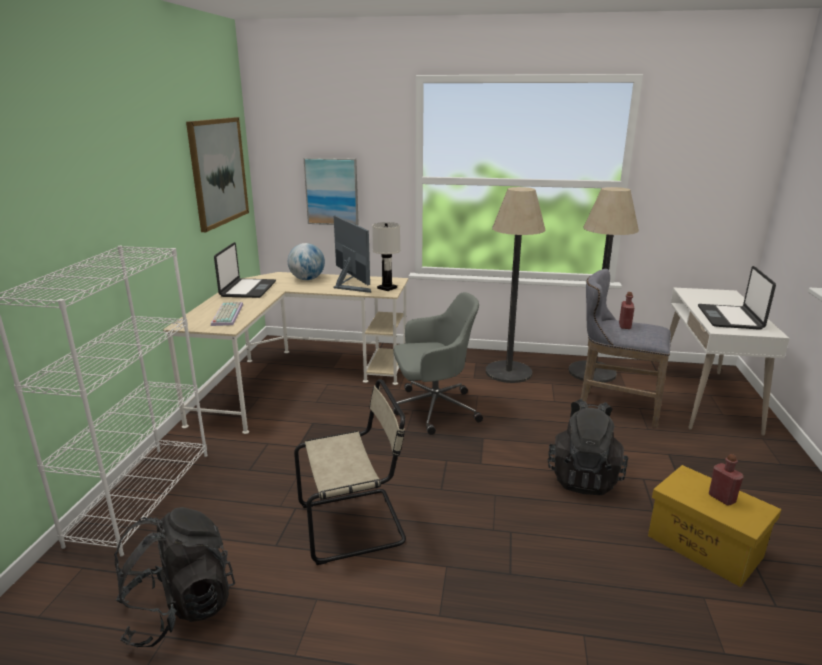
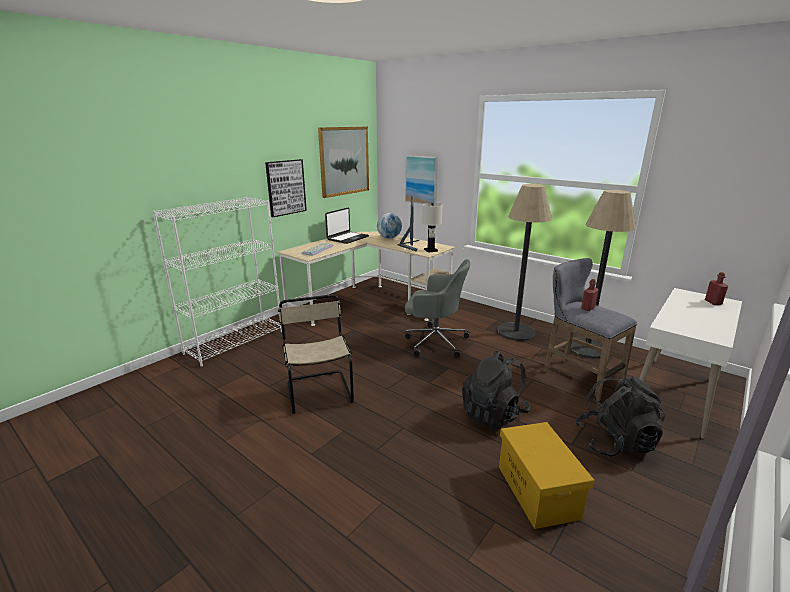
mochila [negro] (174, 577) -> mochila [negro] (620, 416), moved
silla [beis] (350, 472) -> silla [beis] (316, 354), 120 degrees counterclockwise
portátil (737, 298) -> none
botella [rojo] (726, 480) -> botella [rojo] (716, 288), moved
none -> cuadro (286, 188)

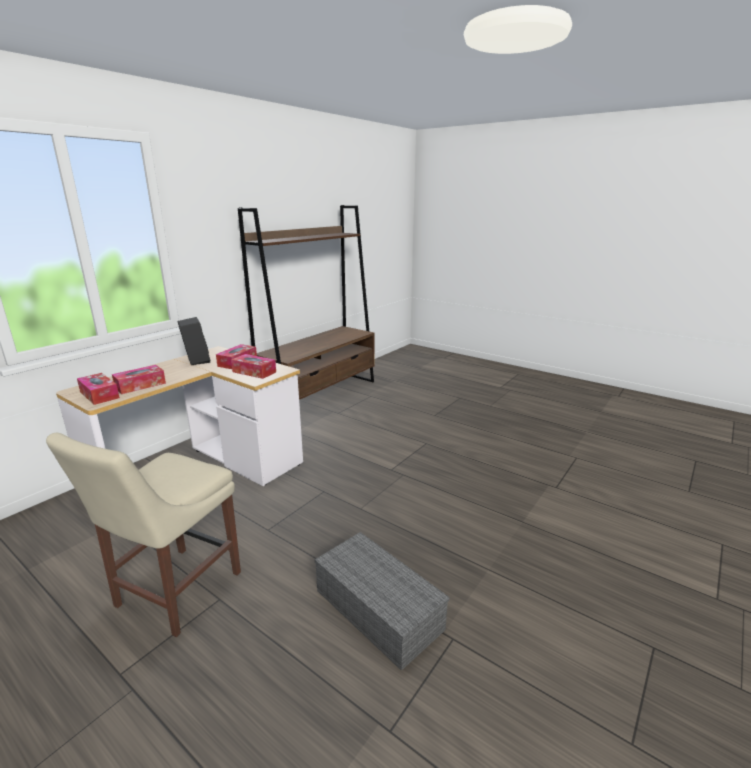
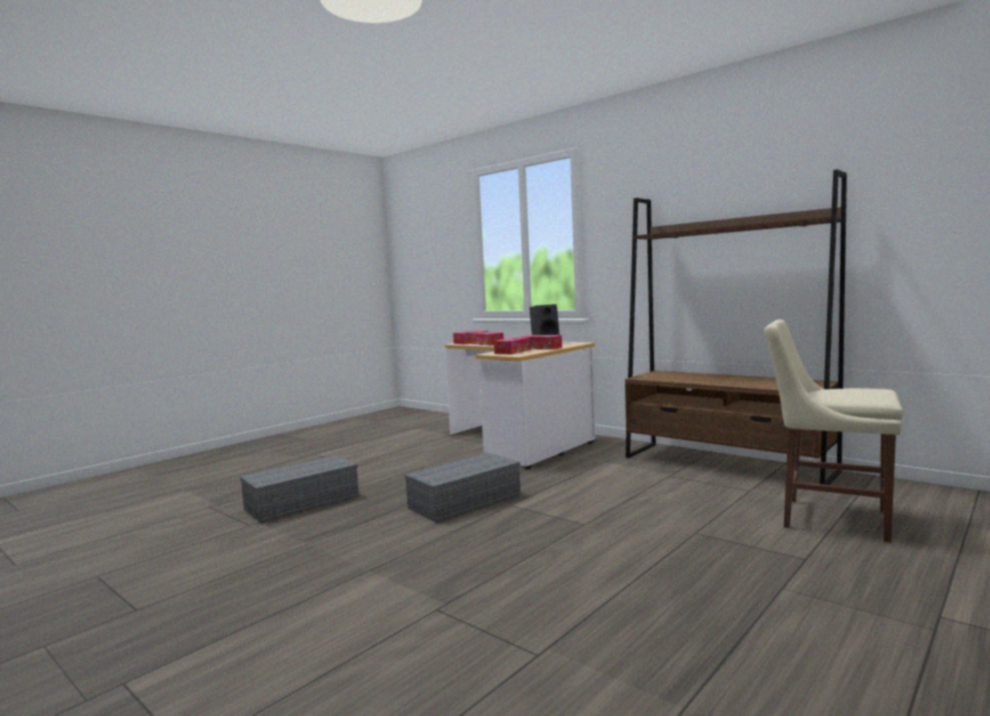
silla [beis] (143, 535) -> silla [beis] (833, 430), moved
none -> caja de almacenaje [gris] (463, 488)

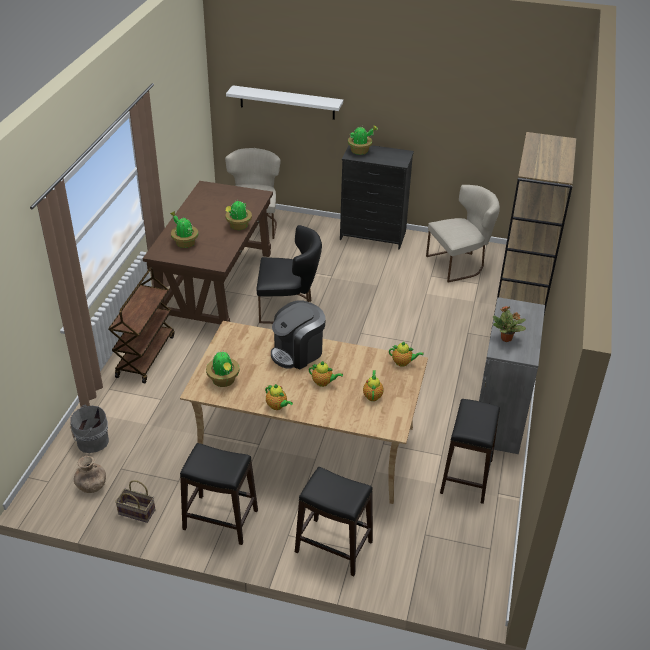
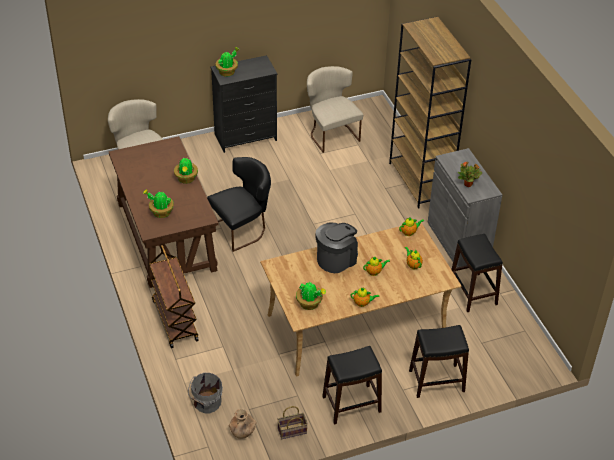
estante [blanco] (284, 102) -> none
cafetera (298, 334) -> cafetera (336, 248), 150 degrees counterclockwise
silla [beis] (463, 234) -> silla [beis] (335, 109), 60 degrees counterclockwise

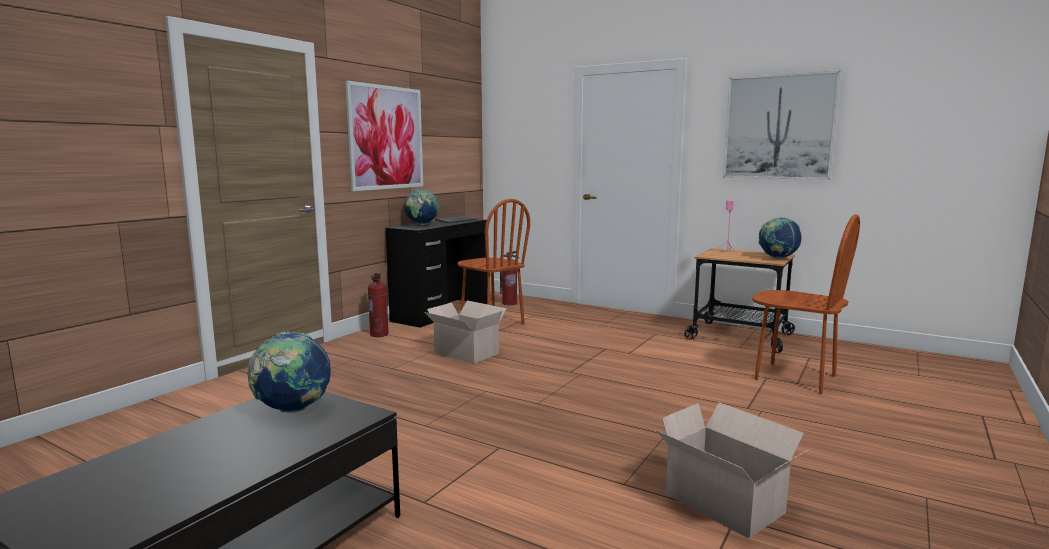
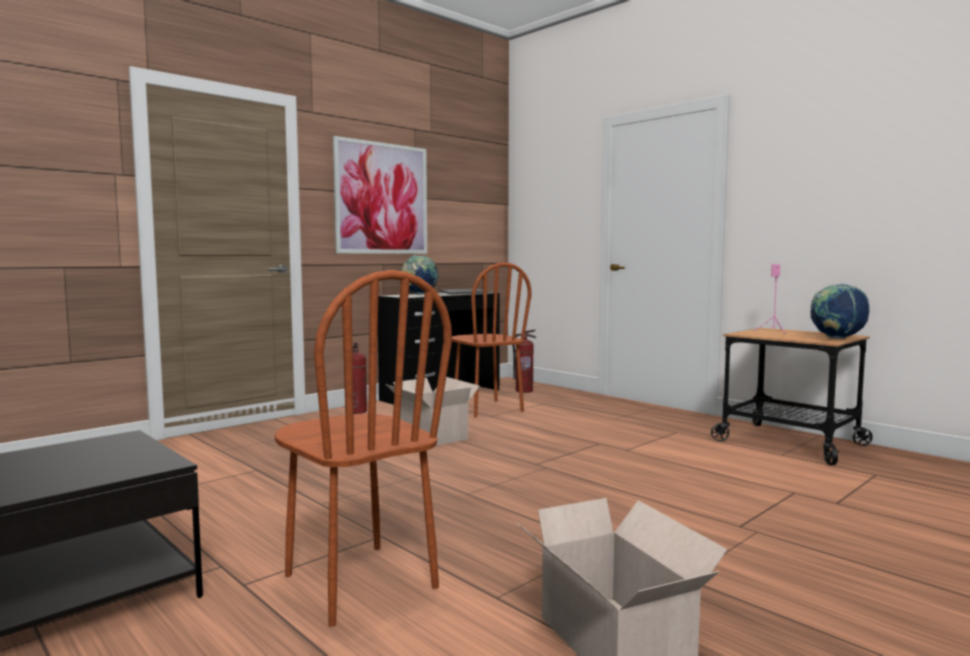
globo terráqueo (289, 372) -> none
cuadro (782, 125) -> none
silla [marrón] (806, 304) -> silla [marrón] (363, 448), moved

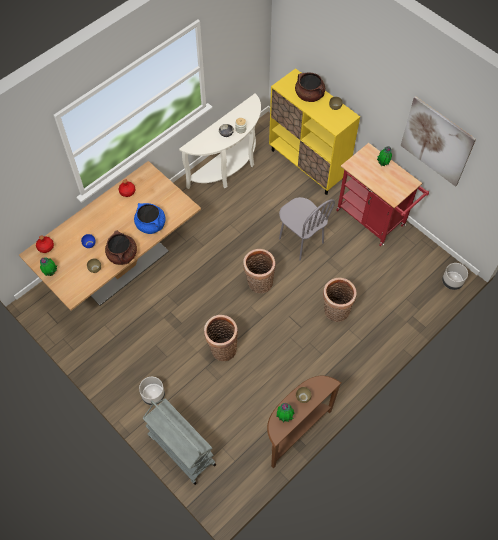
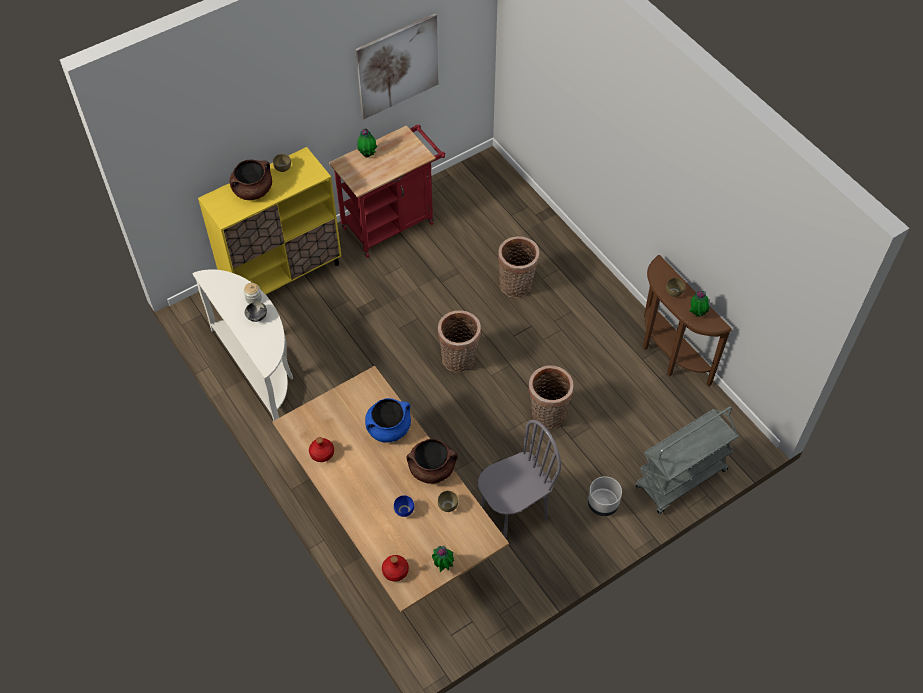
silla [gris] (307, 229) -> silla [gris] (519, 479), moved
maceta [gris] (455, 276) -> none

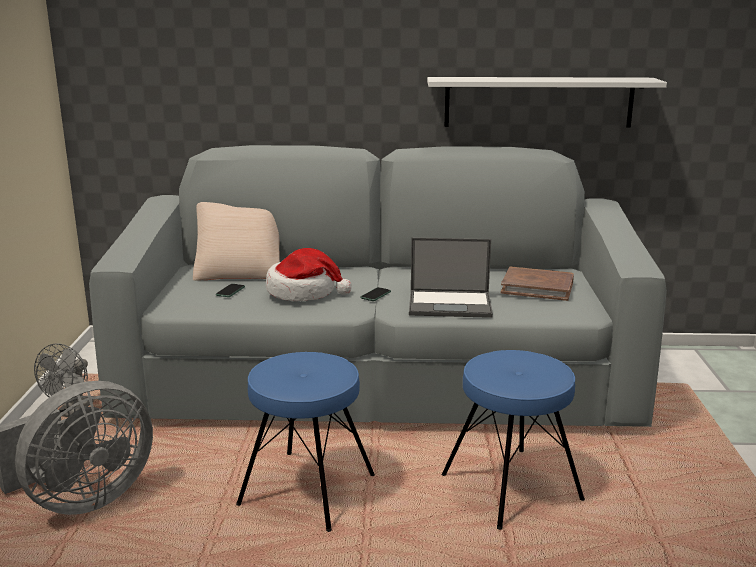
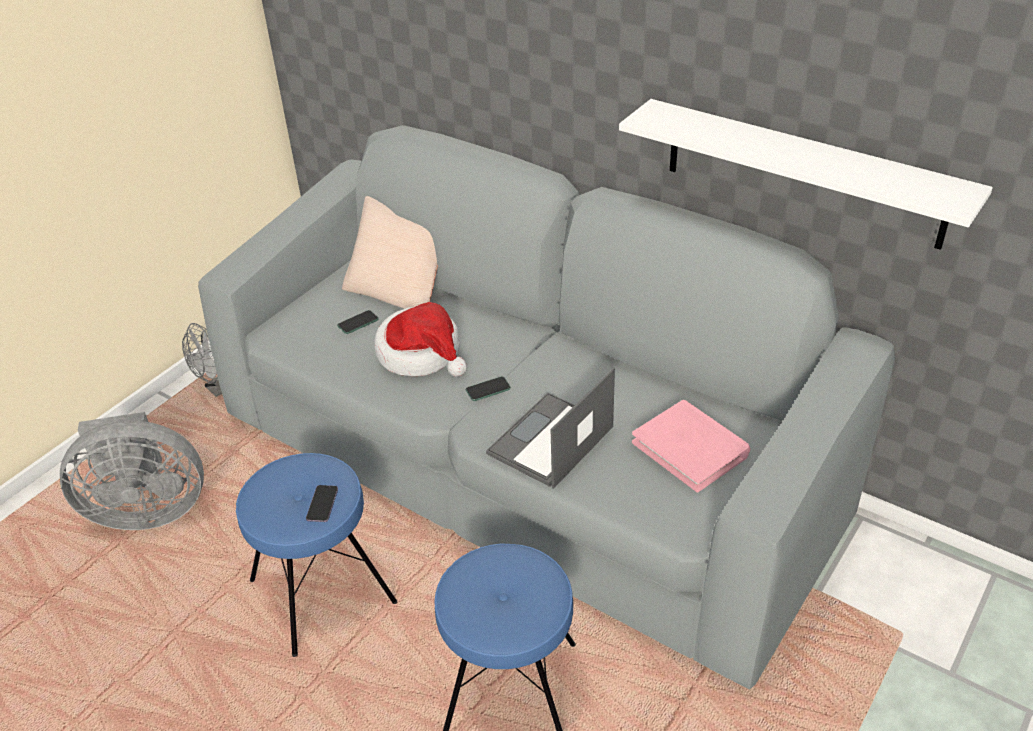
portátil (451, 278) -> portátil (550, 428), 90 degrees clockwise
libro [marrón] (537, 284) -> libro [rosa] (691, 446)
none -> móvil (322, 503)

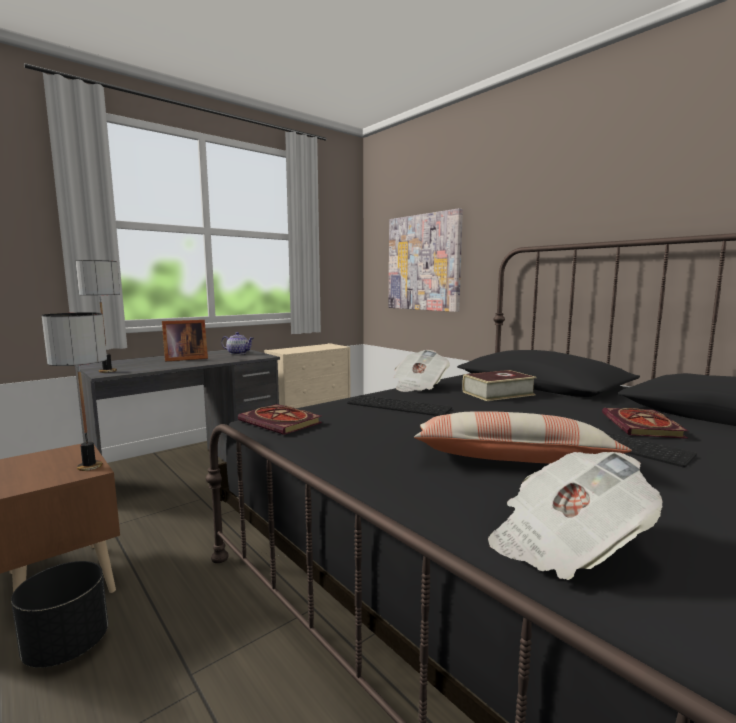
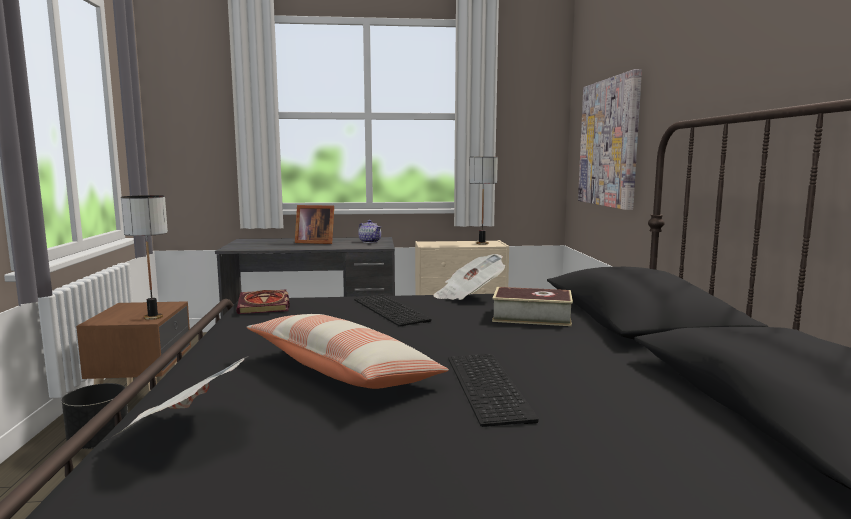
lámpara de mesa (97, 316) -> lámpara de mesa (483, 201), moved
libro (645, 423) -> none

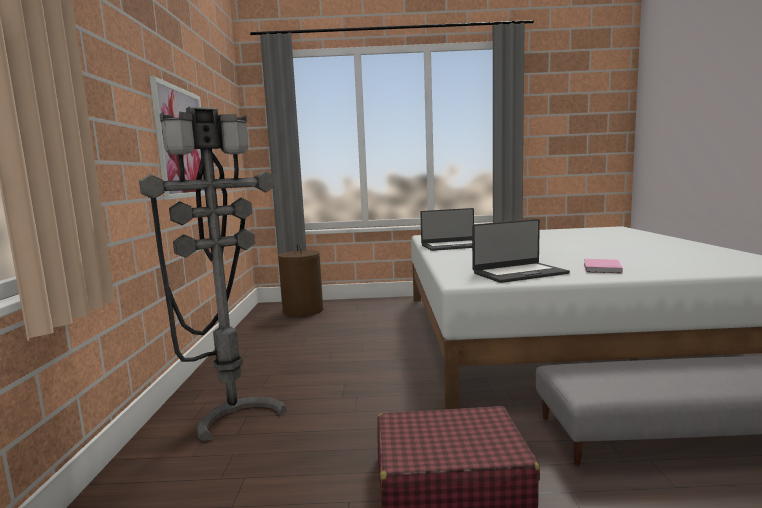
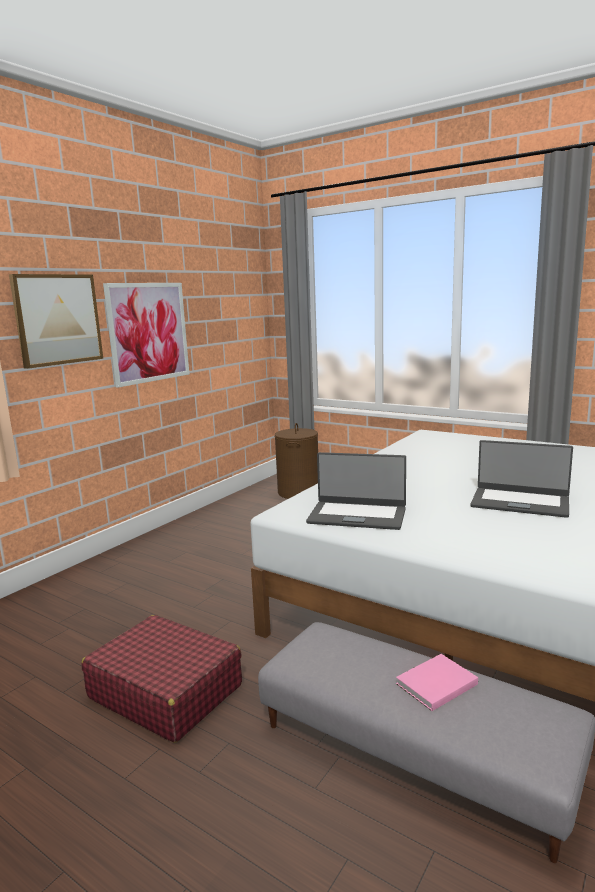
lámpara de pie [gris] (212, 274) -> none
portátil (447, 229) -> portátil (522, 479), moved
libro [rosa] (603, 266) -> libro [rosa] (437, 682), moved
none -> cuadro (56, 321)

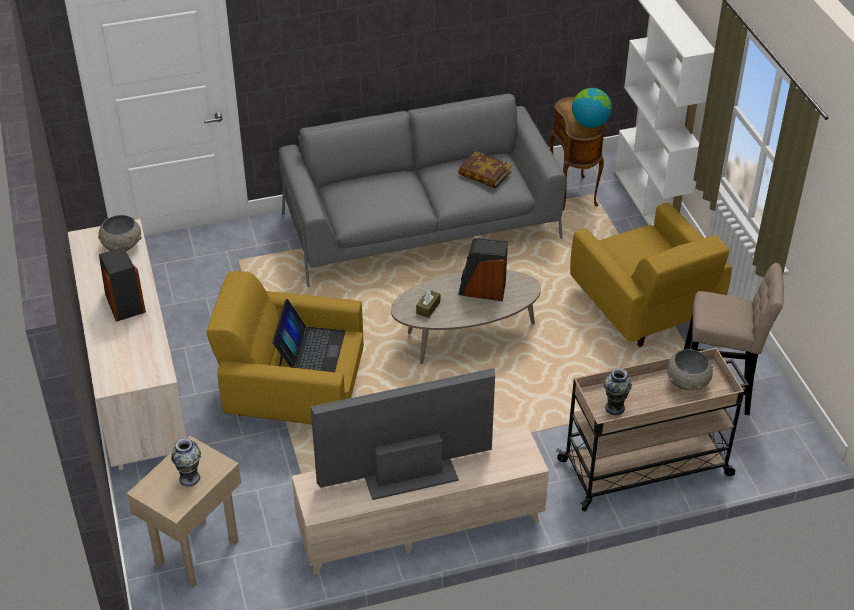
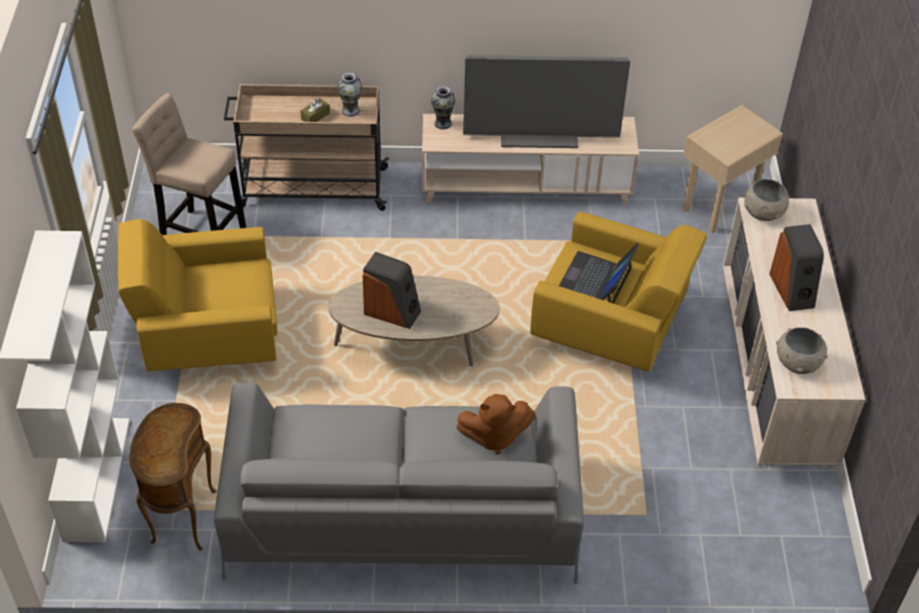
florero (186, 462) -> florero (443, 107), moved
caja de pañuelos [marrón] (428, 303) -> caja de pañuelos [marrón] (315, 110), moved
libro (485, 169) -> none
sillón [amarillo] (651, 275) -> sillón [amarillo] (198, 295), 90 degrees counterclockwise
globo terráqueo (592, 108) -> none
cuenco [gris] (690, 369) -> cuenco [gris] (766, 200), moved
none -> peluche [marrón] (495, 424)

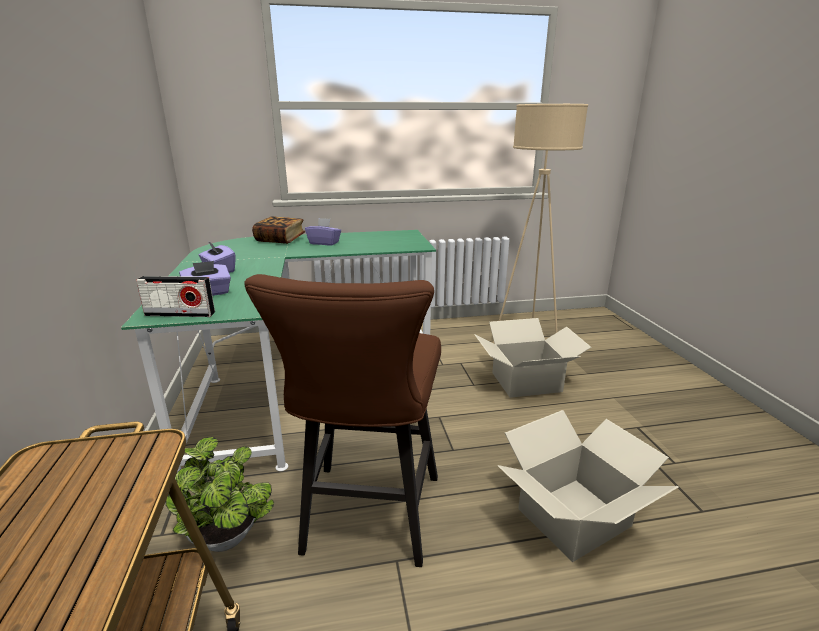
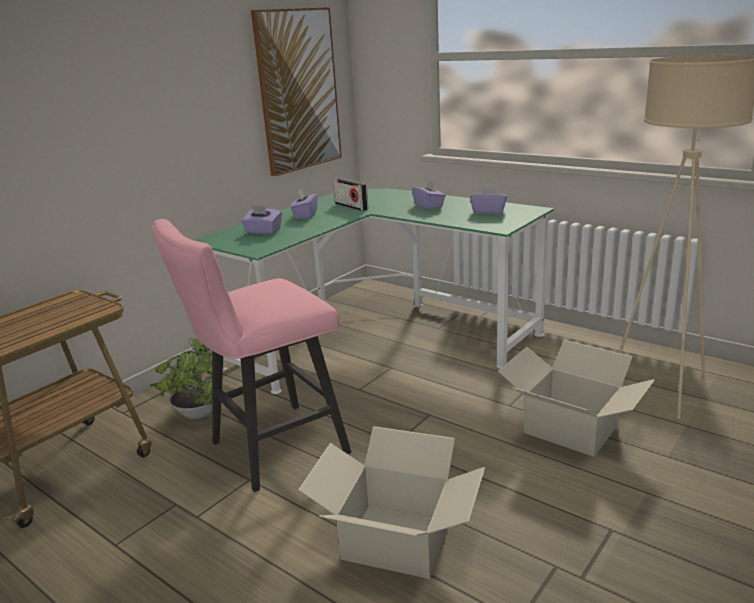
radio (175, 296) -> radio (350, 194), moved
taburete [marrón] (342, 420) -> taburete [rosa] (251, 355)
libro (278, 230) -> none
none -> cuadro (296, 91)
none -> caja de pañuelos [morado] (488, 199)

